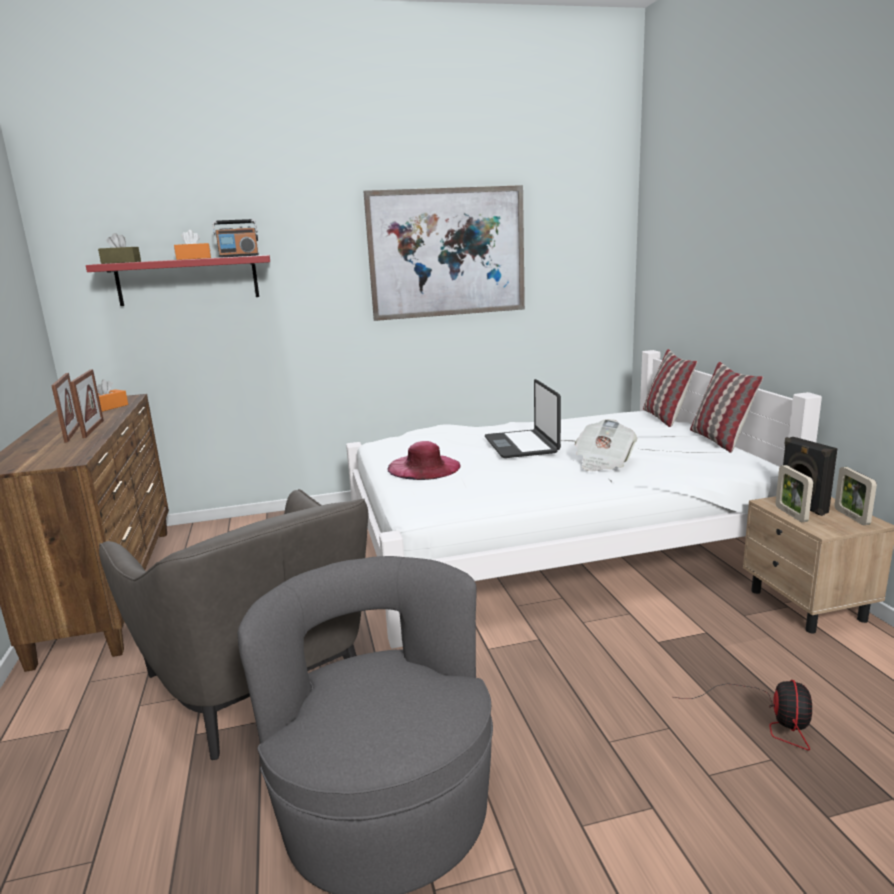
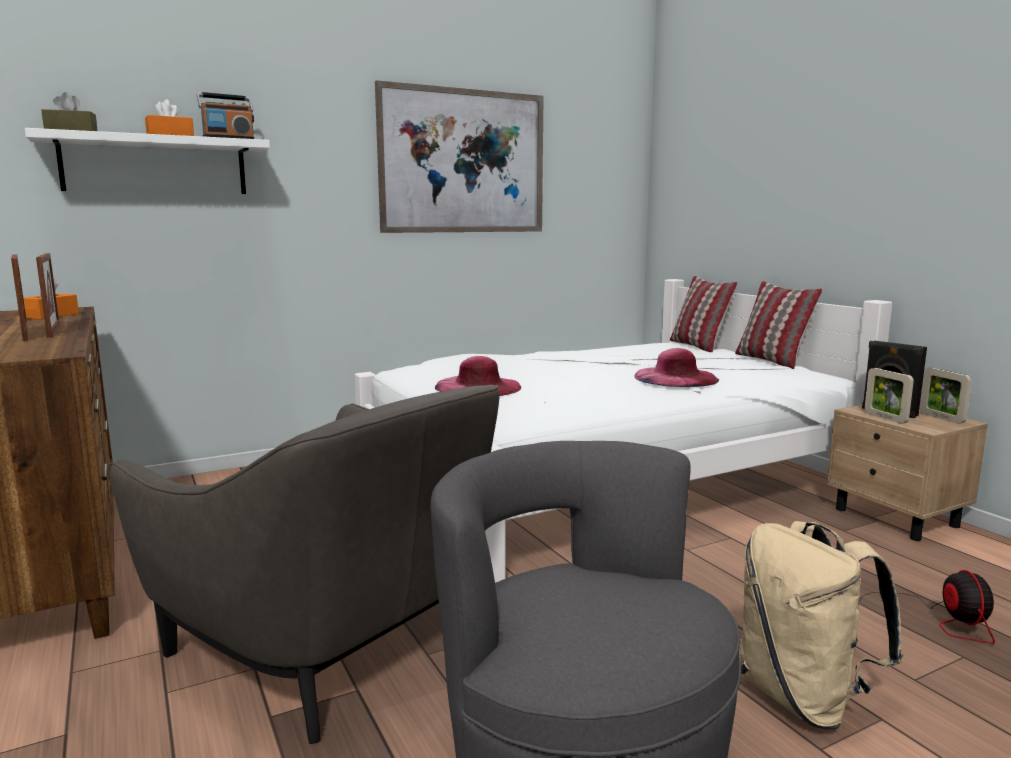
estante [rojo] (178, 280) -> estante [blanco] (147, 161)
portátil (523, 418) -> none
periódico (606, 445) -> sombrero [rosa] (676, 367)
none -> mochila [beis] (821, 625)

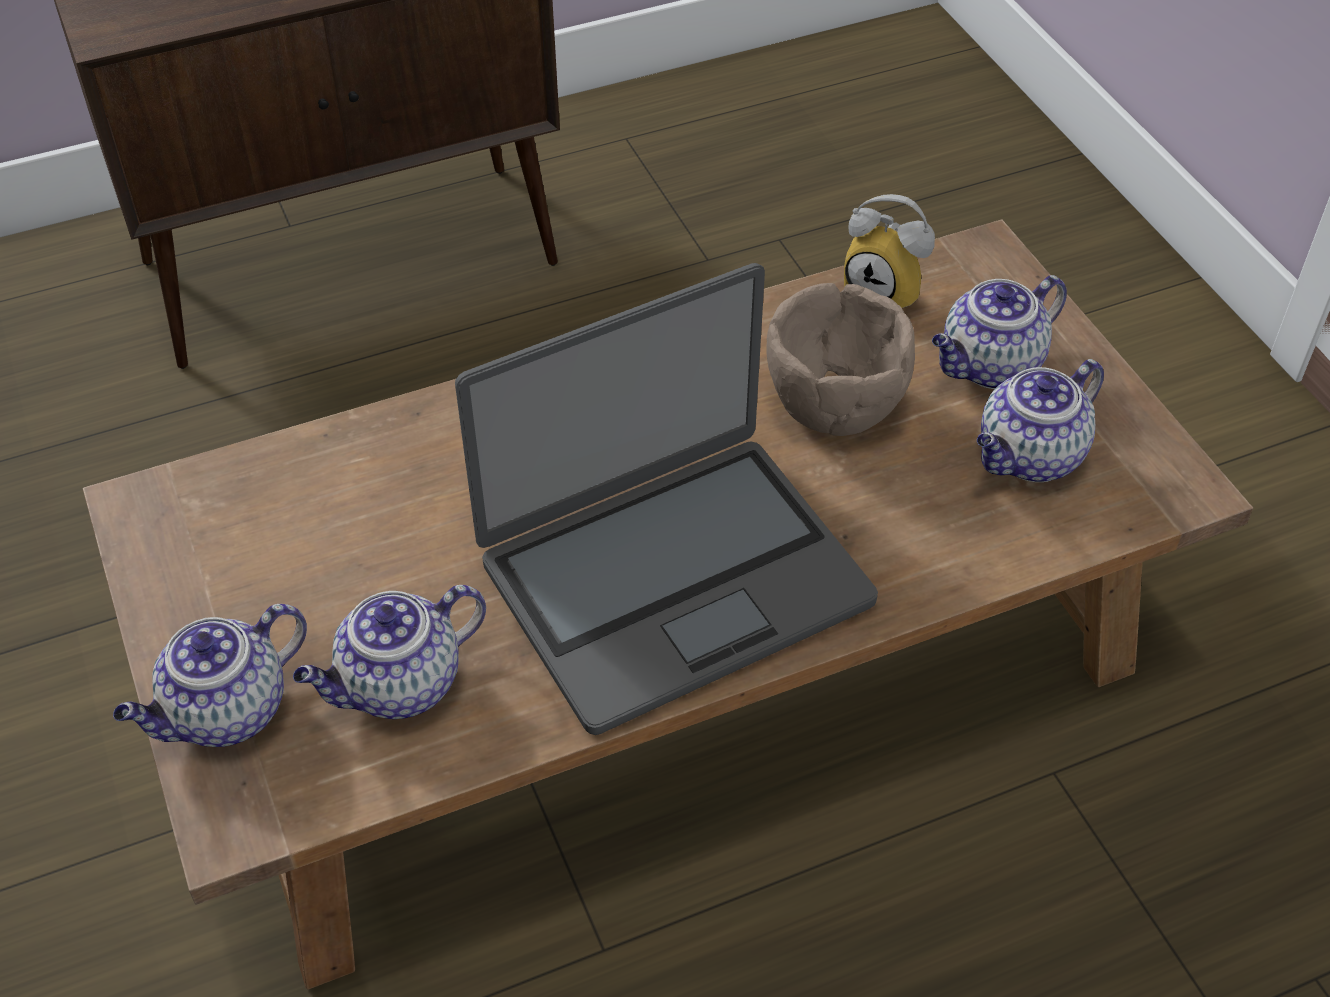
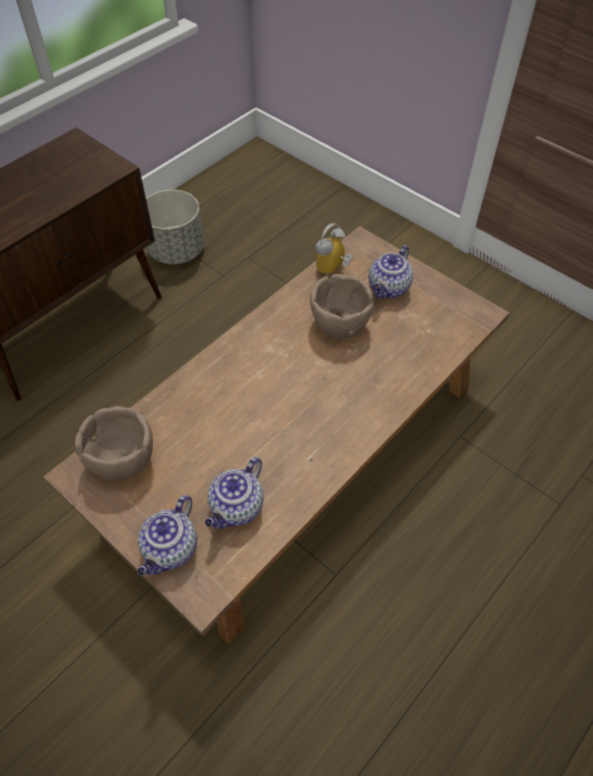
portátil (666, 499) -> none
despertador (889, 251) -> despertador (334, 250), 120 degrees clockwise
tetera (1040, 420) -> none
none -> cuenco [marrón] (114, 443)
none -> maceta [gris] (175, 227)

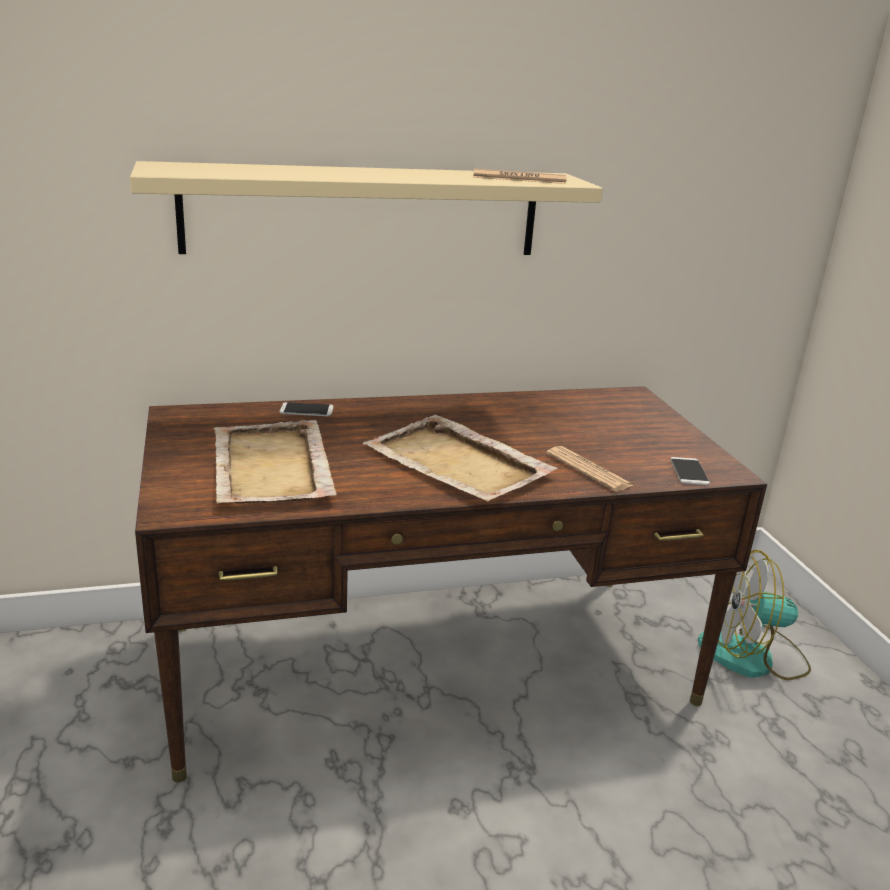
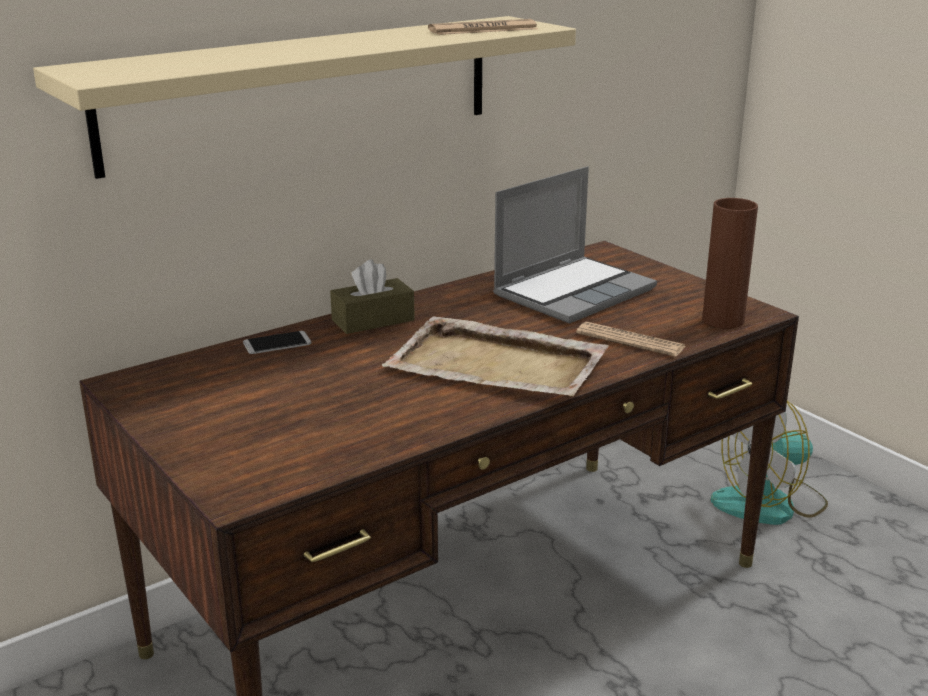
bandeja [beis] (275, 461) -> none
móvil (690, 471) -> florero [marrón] (730, 263)
none -> caja de pañuelos [marrón] (372, 296)
none -> portátil (575, 245)

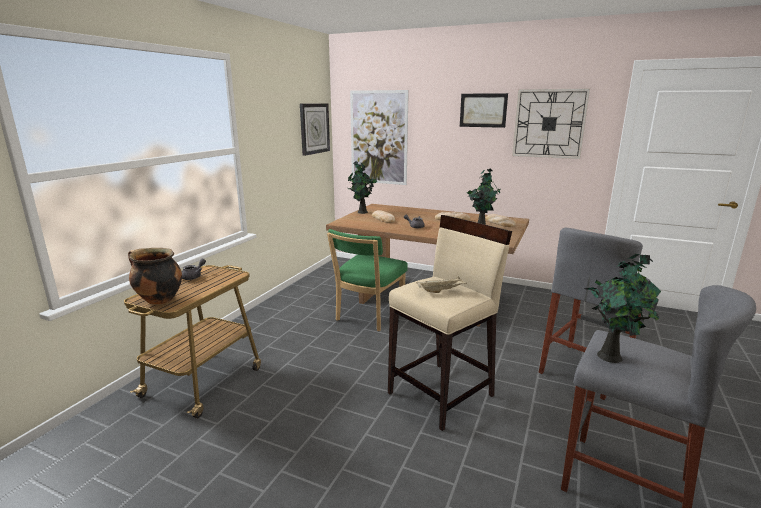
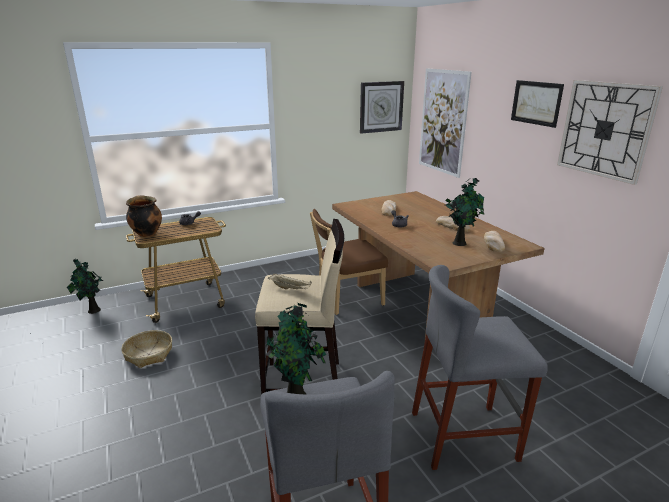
silla [verde] (367, 280) -> silla [marrón] (349, 262)
planta en maceta (362, 187) -> planta en maceta (85, 286), moved
none -> cesta (146, 349)

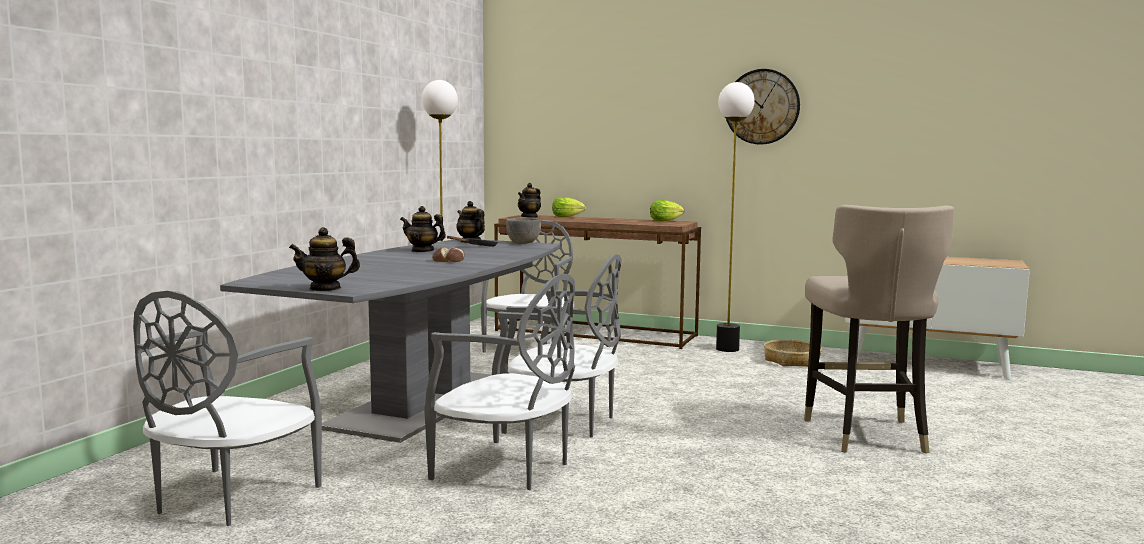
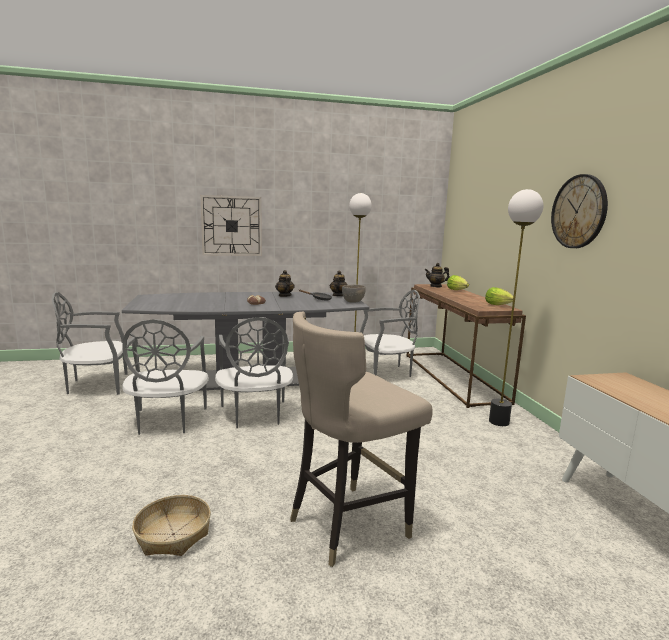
tetera (324, 259) -> none
cesta (793, 353) -> cesta (171, 525), moved
none -> reloj de pared (231, 225)

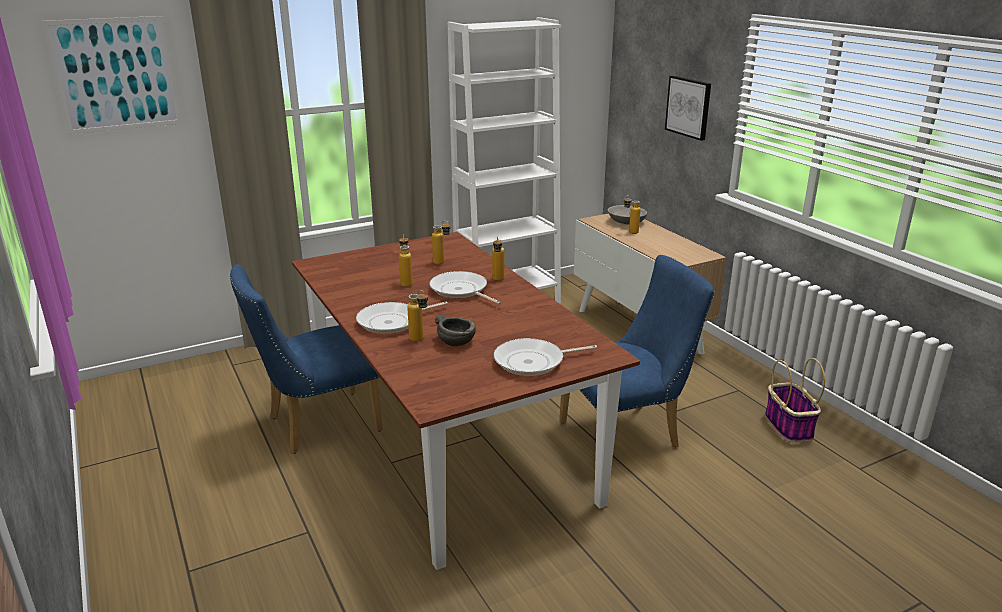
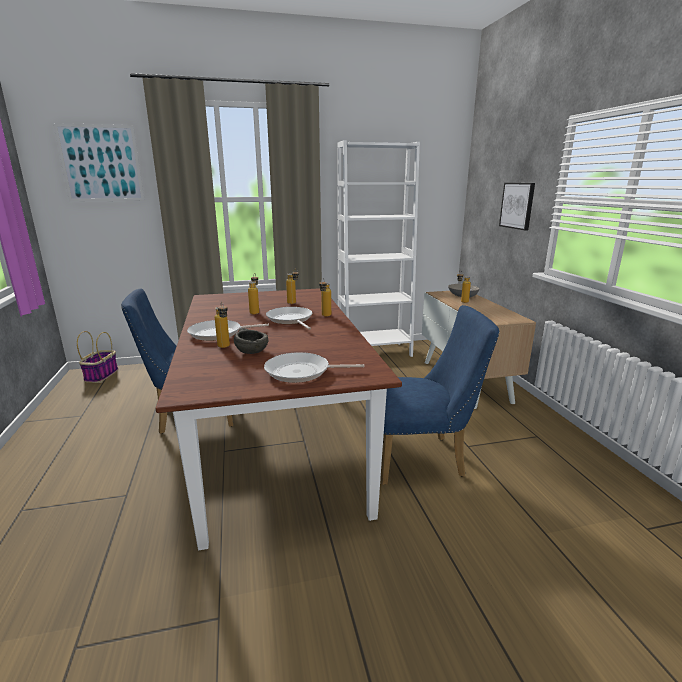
cesta (795, 400) -> cesta (97, 357), moved

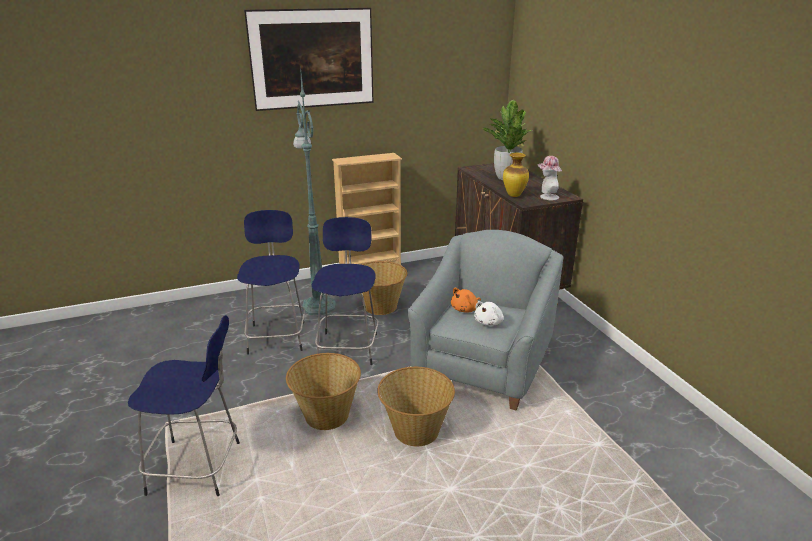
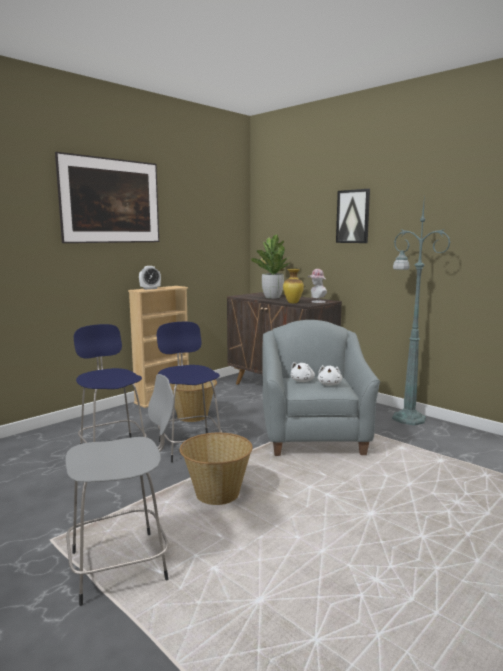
taburete [azul] (184, 405) -> taburete [gris] (119, 490)
lámpara de pie [verde] (314, 190) -> lámpara de pie [verde] (421, 314), moved
cesta (416, 406) -> none
peluche [naranja] (466, 300) -> peluche [blanco] (303, 372)
none -> despertador (150, 278)
none -> cuadro (353, 216)

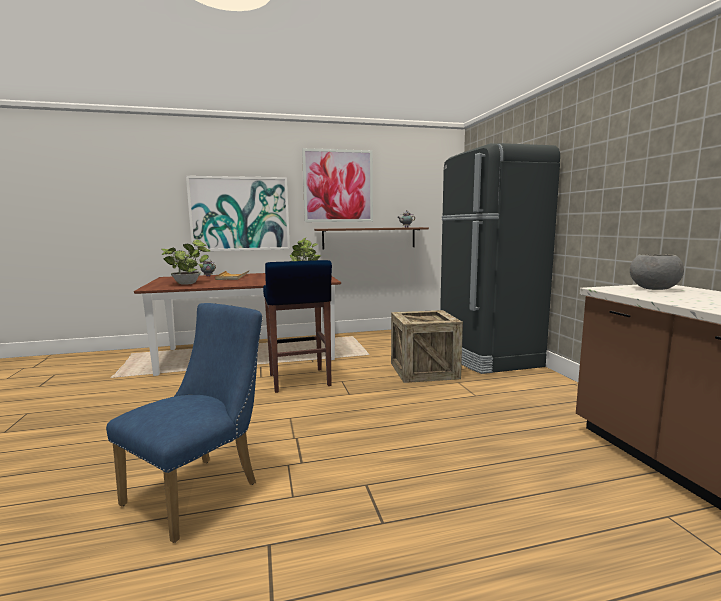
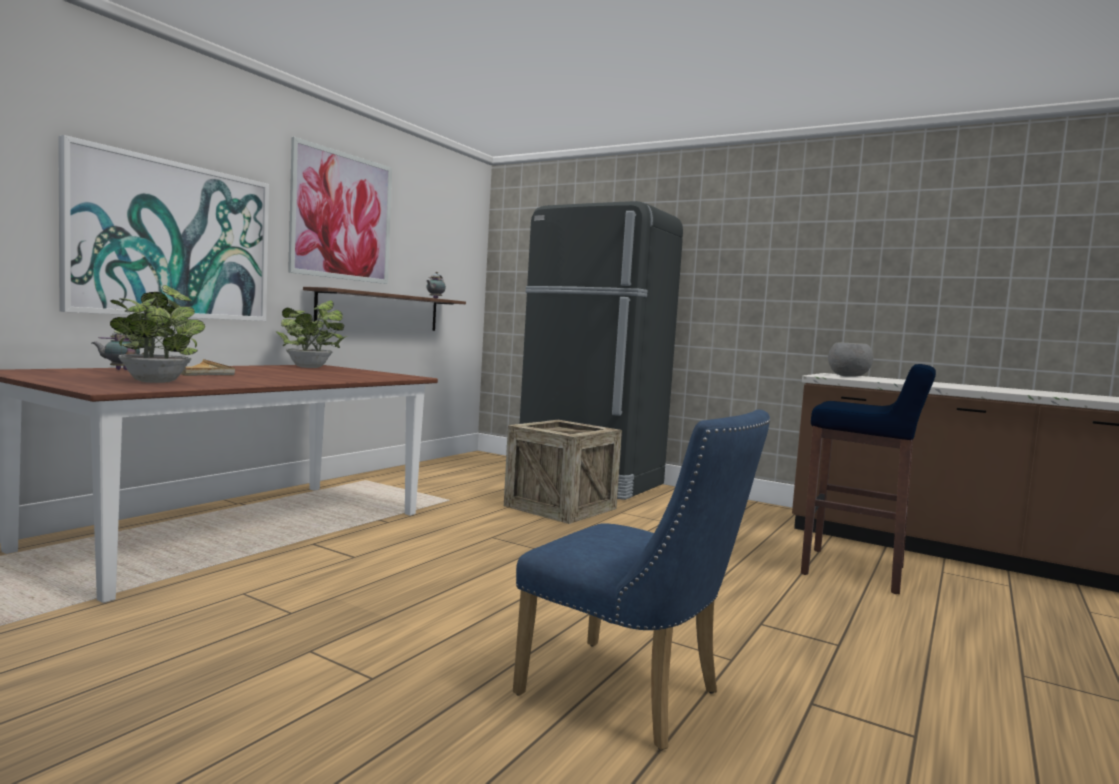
silla [azul] (184, 423) -> silla [azul] (641, 580), 135 degrees clockwise
taburete [azul] (297, 326) -> taburete [azul] (868, 479), moved

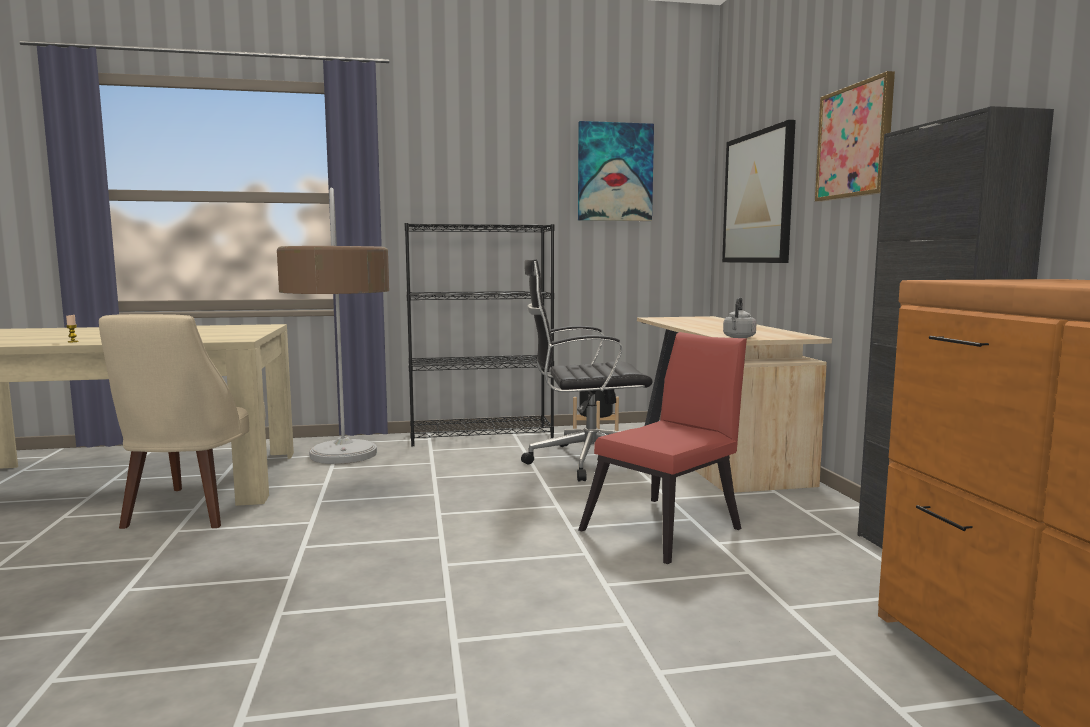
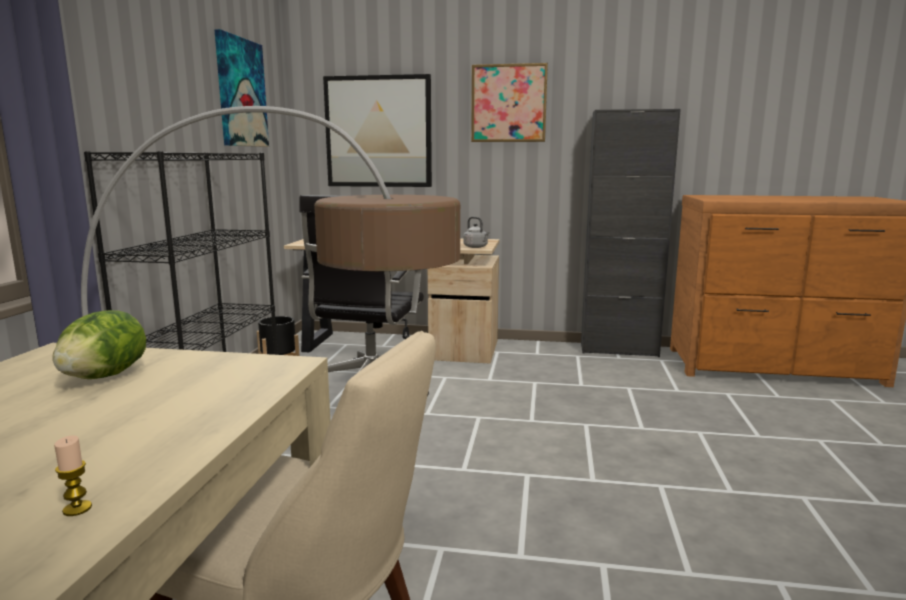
silla [rojo] (663, 448) -> none
none -> lechuga (99, 344)

